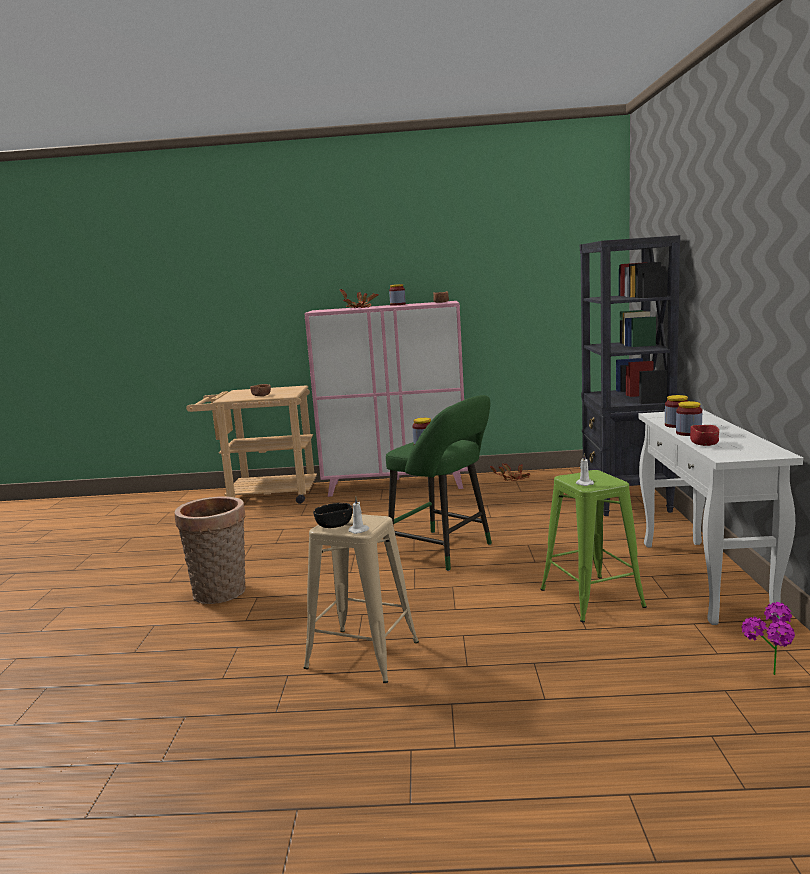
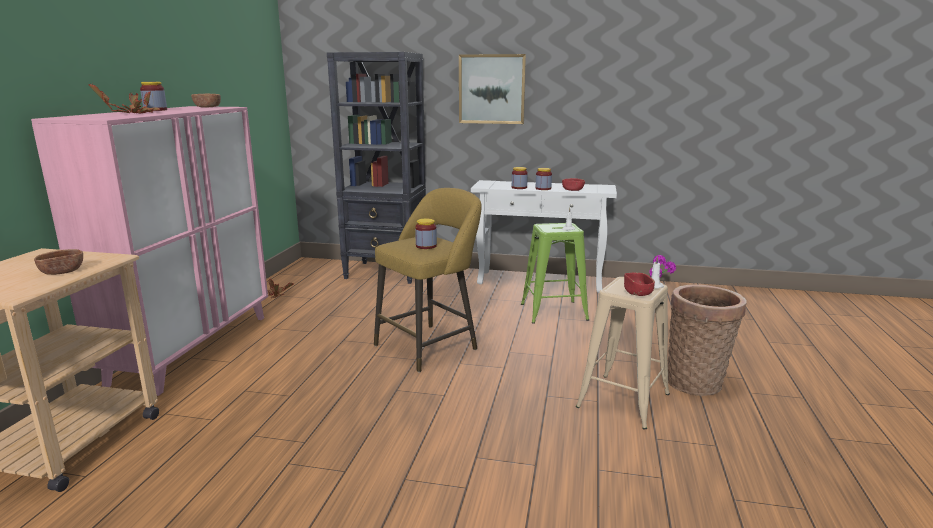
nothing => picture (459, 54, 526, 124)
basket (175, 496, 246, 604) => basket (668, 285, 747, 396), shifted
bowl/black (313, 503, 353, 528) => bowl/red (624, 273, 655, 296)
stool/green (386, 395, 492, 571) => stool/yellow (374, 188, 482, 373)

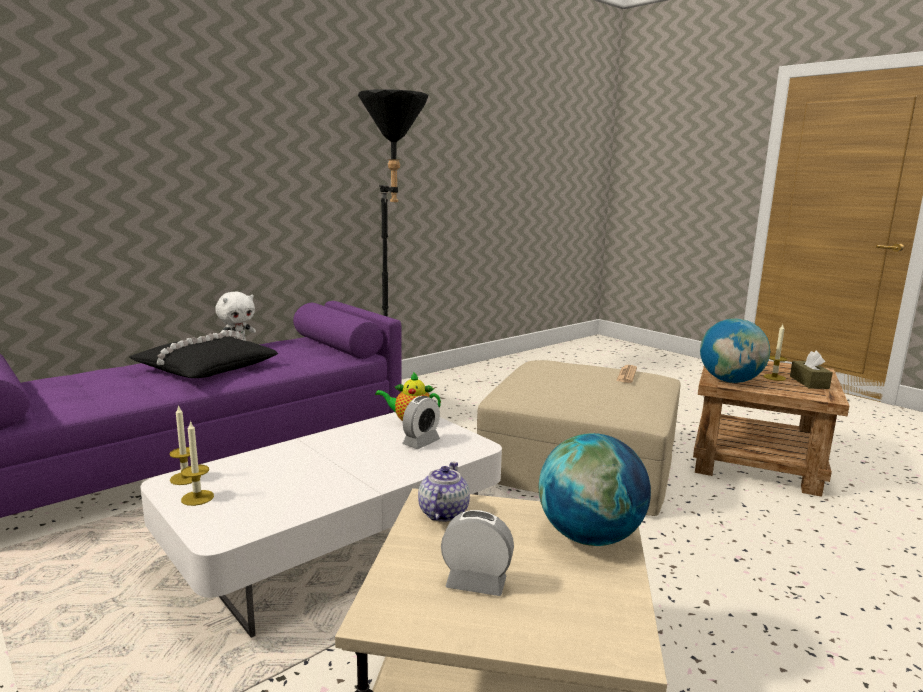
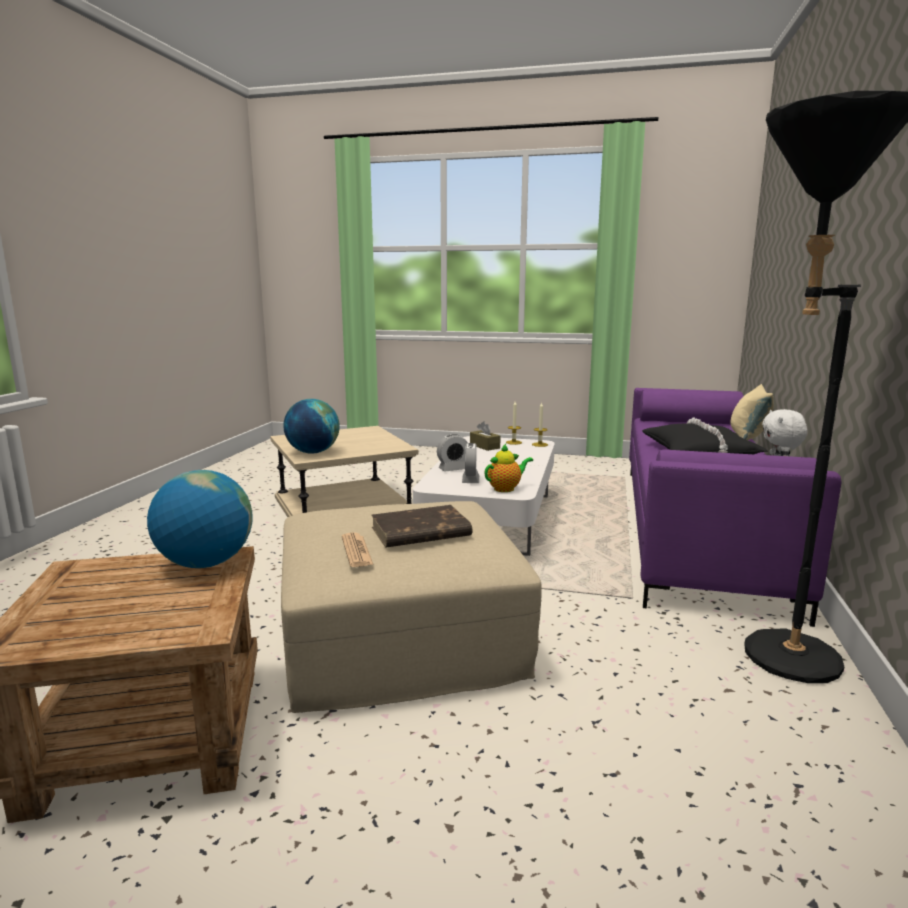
teapot (418, 462, 470, 522) => nothing
candle (763, 324, 787, 381) => nothing
nothing => book/brown (371, 505, 472, 547)
nothing => pillow/beige (730, 384, 774, 440)
alarm clock (441, 510, 514, 596) => alarm clock (437, 434, 468, 471), shifted
tissue box/brown (790, 351, 833, 389) => tissue box/brown (470, 421, 501, 451), shifted

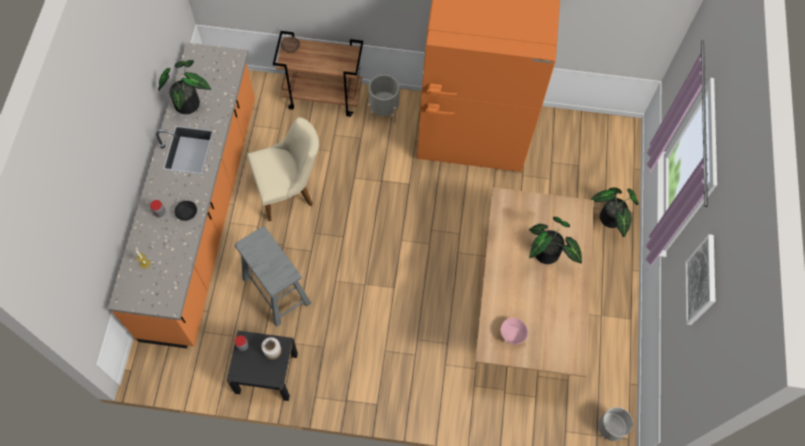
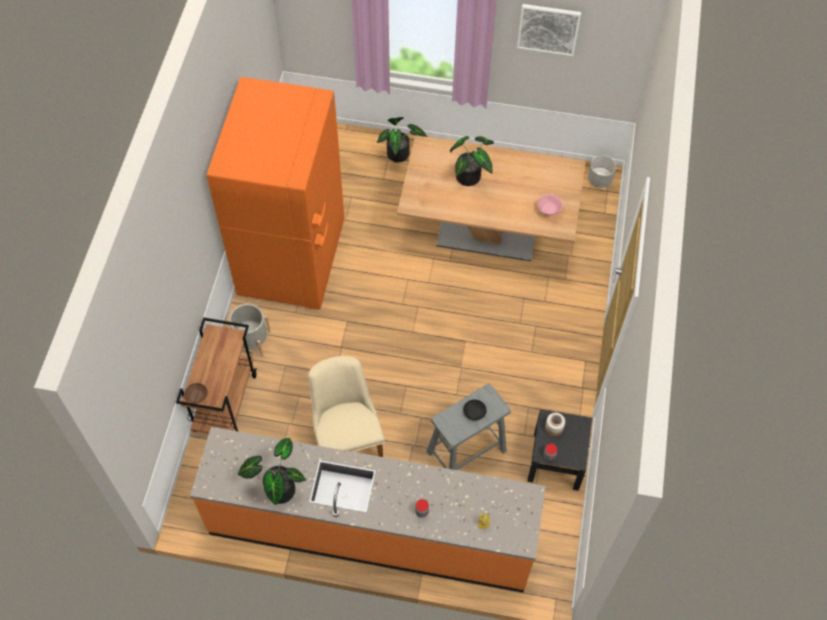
bowl/black (175, 201, 197, 221) => bowl/black (463, 399, 487, 421), shifted

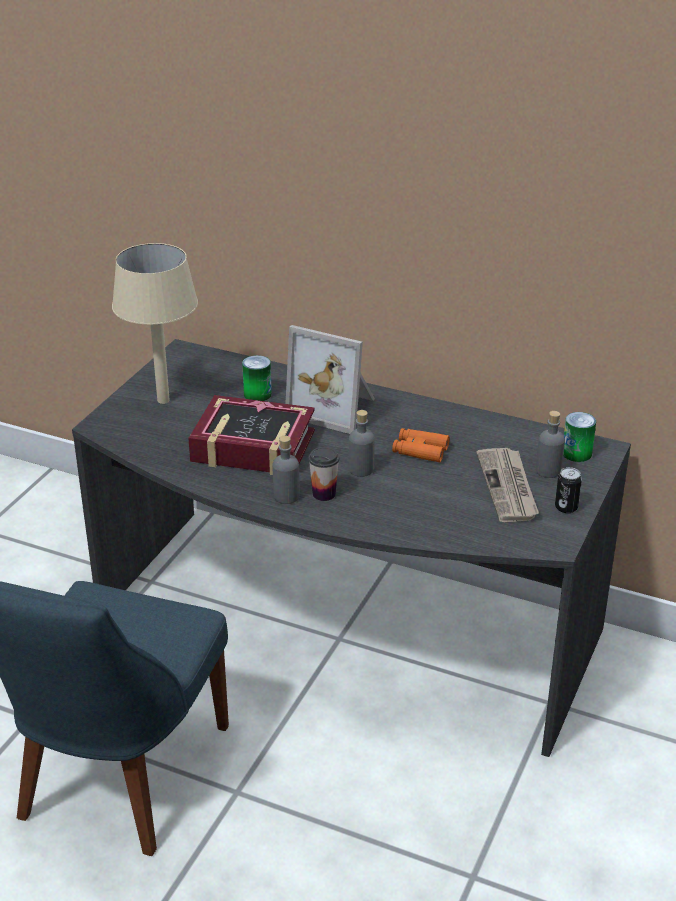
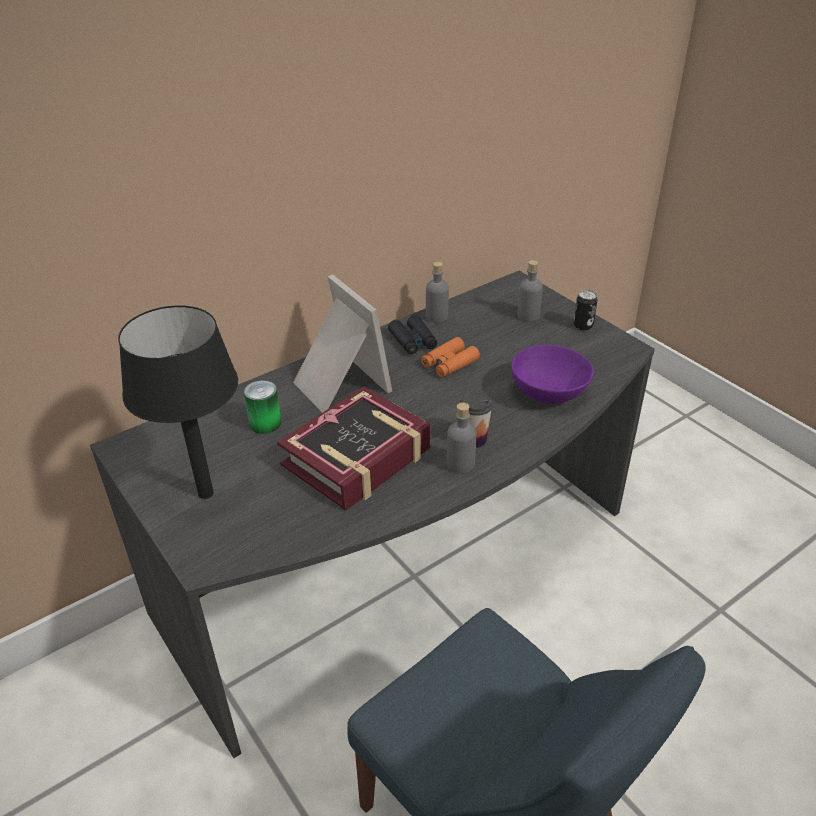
newspaper (476, 448, 539, 522) => nothing
can (563, 412, 596, 462) => nothing
nothing => binoculars/black (388, 315, 438, 354)
nothing => bowl/purple (512, 345, 594, 404)
bottle/grey (349, 410, 375, 477) => bottle/grey (426, 262, 449, 323), shifted
table lamp/beige (112, 243, 198, 404) => table lamp/black (118, 305, 238, 499)
picture frame (285, 325, 375, 434) => picture frame (293, 274, 392, 413), 90 degrees counterclockwise

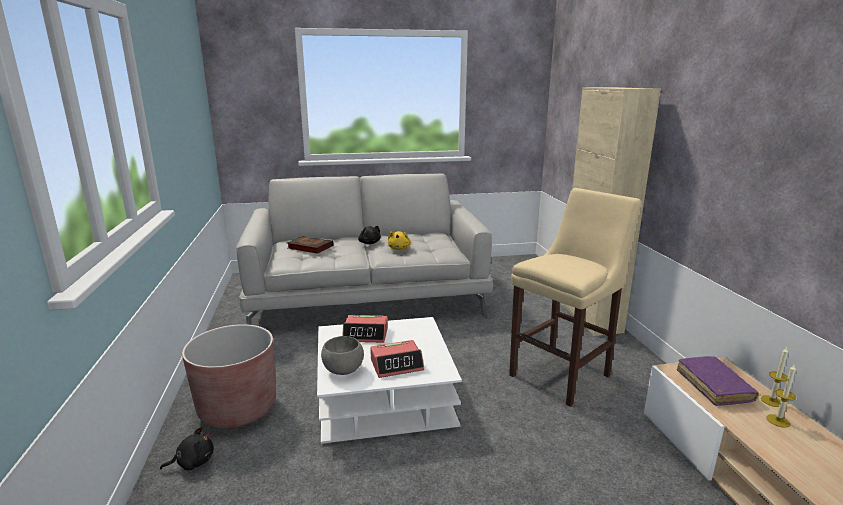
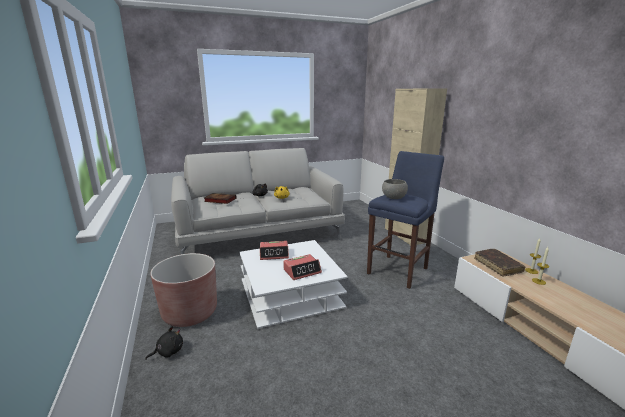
bowl/grey (321, 336, 364, 375) => bowl/grey (382, 179, 408, 199), shifted
stool/beige (509, 188, 641, 407) => stool/blue (367, 151, 444, 289)
book/purple (677, 356, 759, 406) => book/brown (474, 249, 525, 277)

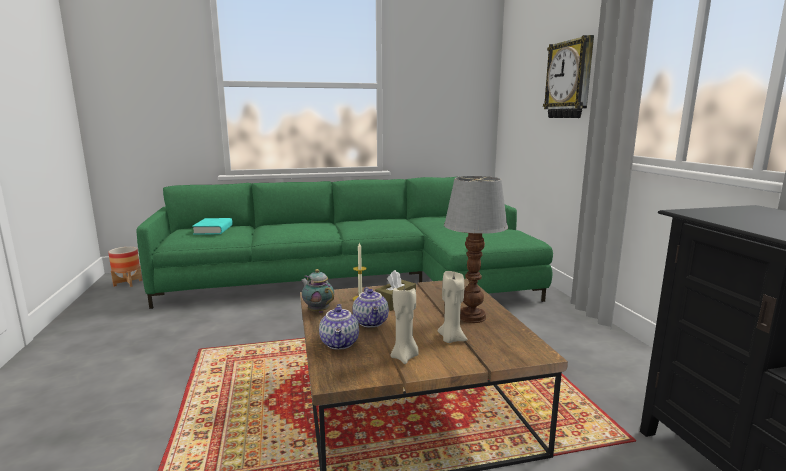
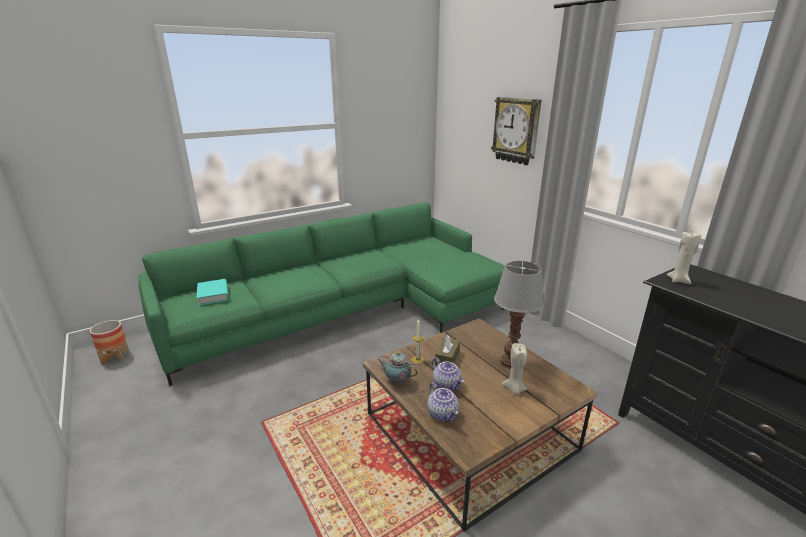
candle/beige (390, 284, 419, 364) => candle/beige (667, 232, 701, 284), shifted

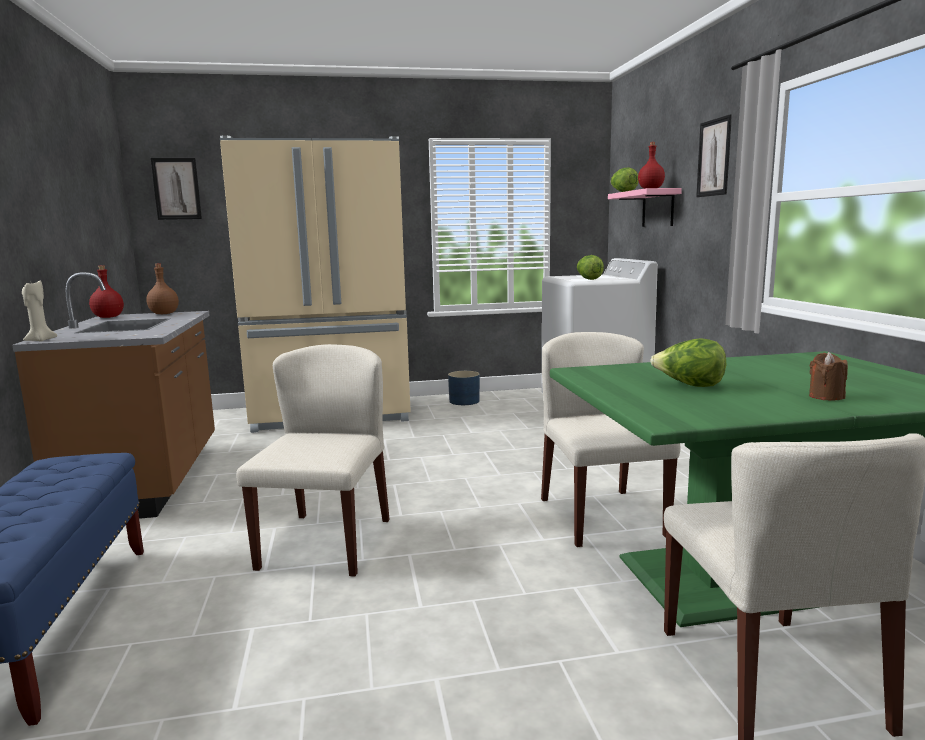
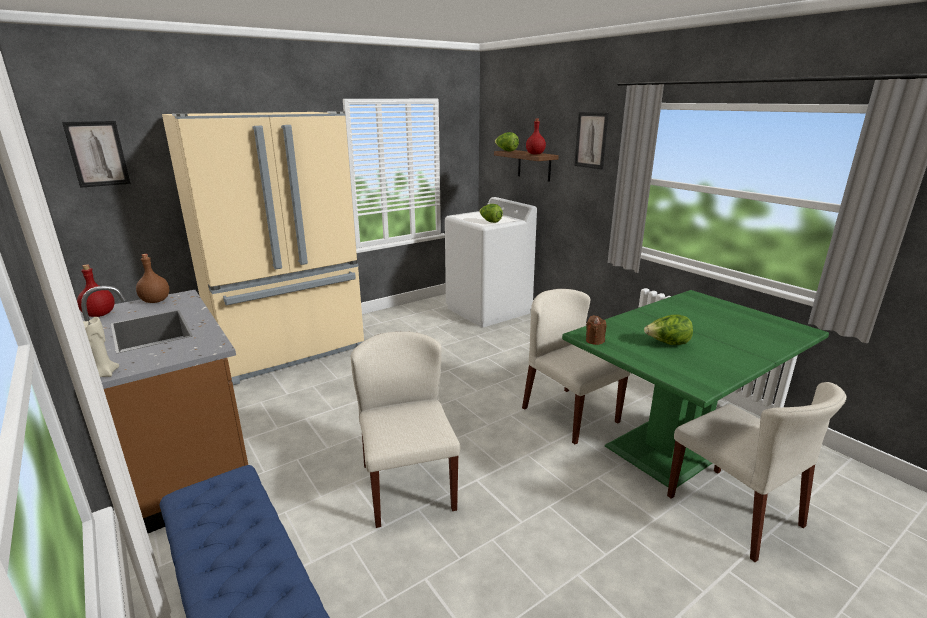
planter/blue (448, 371, 480, 405) => nothing
candle/brown (809, 352, 848, 400) => candle/brown (586, 315, 606, 345), shifted
shelf/pink (608, 188, 682, 227) => shelf/brown (494, 150, 559, 182)

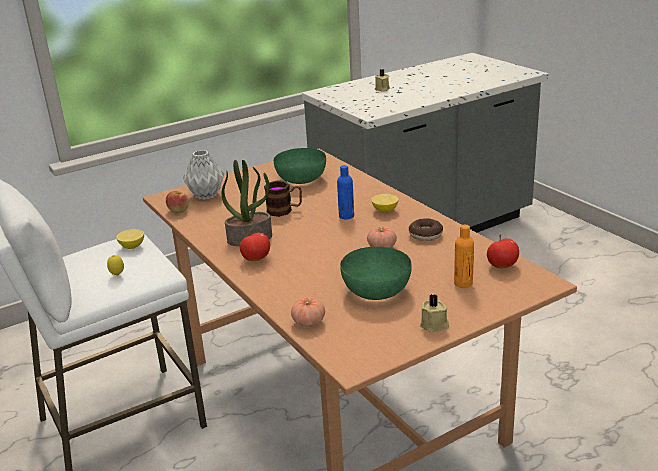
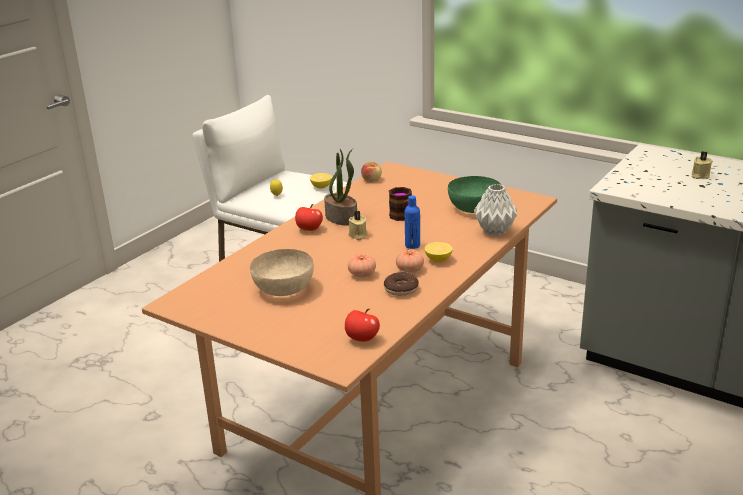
bottle/orange (454, 224, 474, 288) => nothing
vase/grey (183, 150, 224, 200) => vase/grey (474, 184, 517, 236), shifted
tomato (291, 297, 325, 327) => tomato (396, 250, 424, 273), shifted
candle/beige (420, 294, 449, 333) => candle/beige (348, 211, 368, 240), shifted
bowl/green (340, 247, 412, 300) => bowl/beige (250, 249, 314, 296)

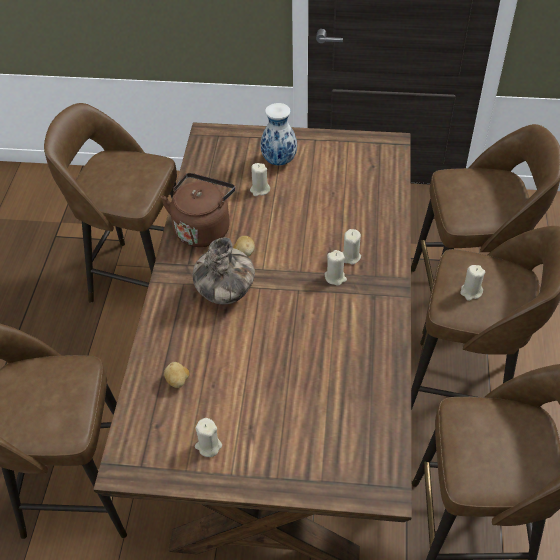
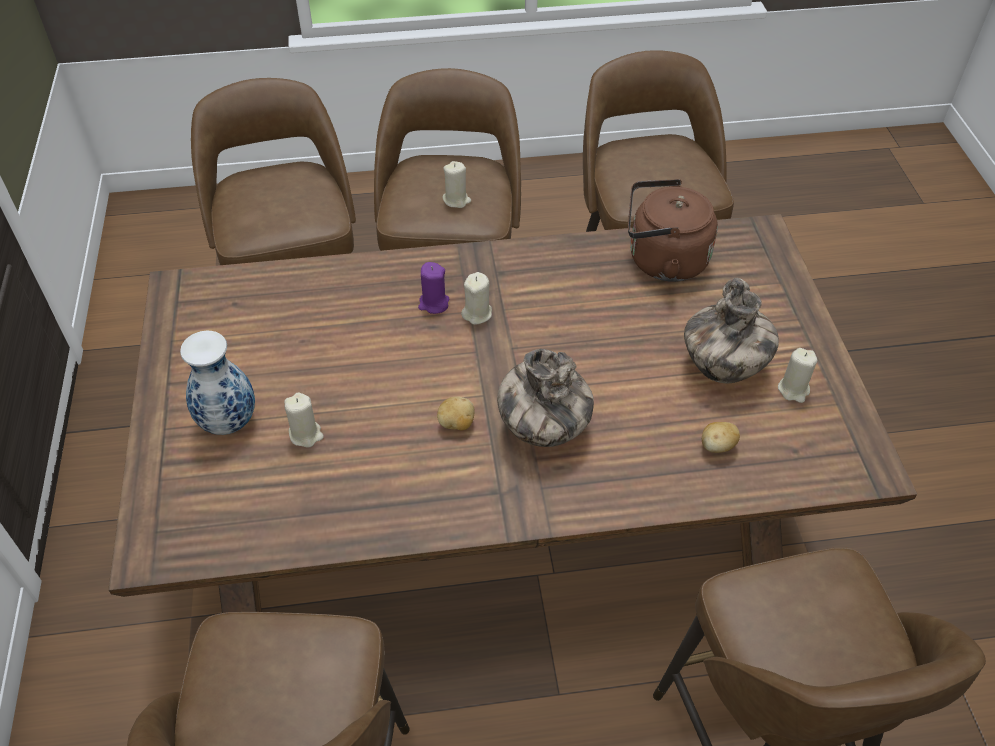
nothing => vase (684, 278, 779, 384)
kettle/brown (161, 173, 235, 247) => kettle/brown (628, 179, 718, 282), shifted
candle/beige (342, 229, 361, 265) => candle/purple (418, 262, 450, 314)

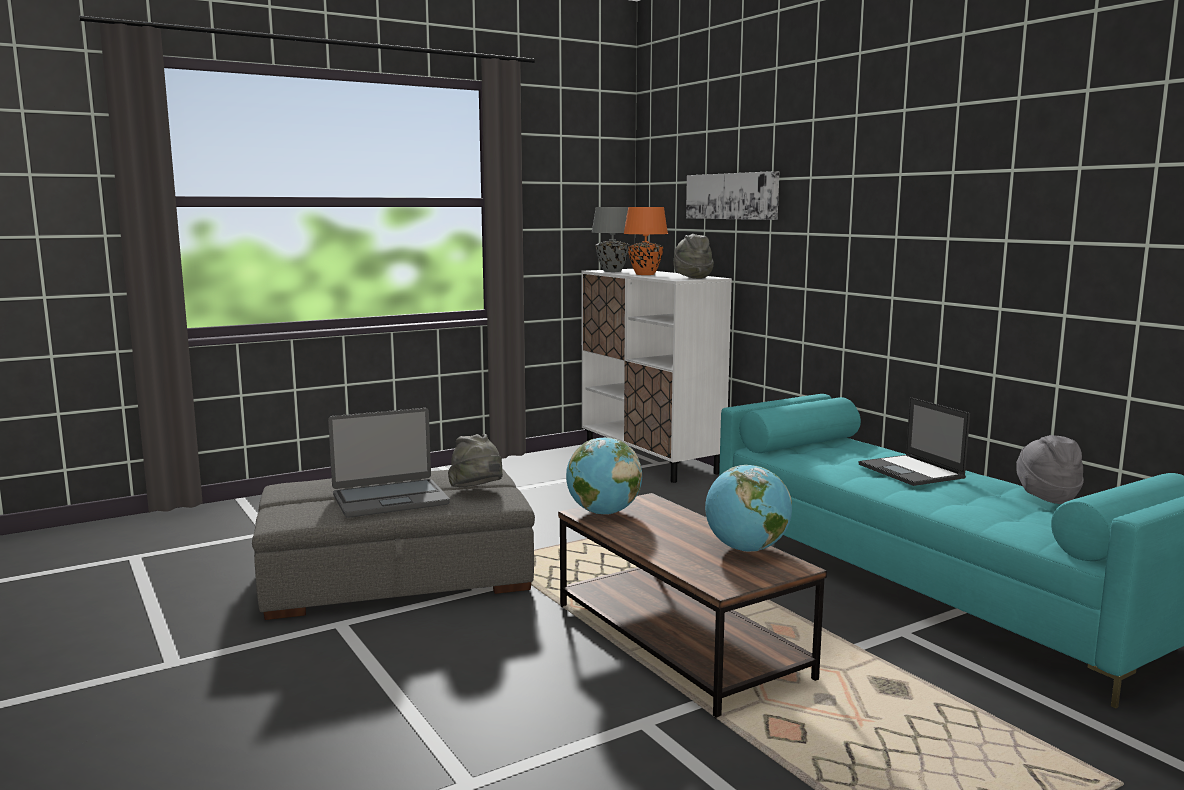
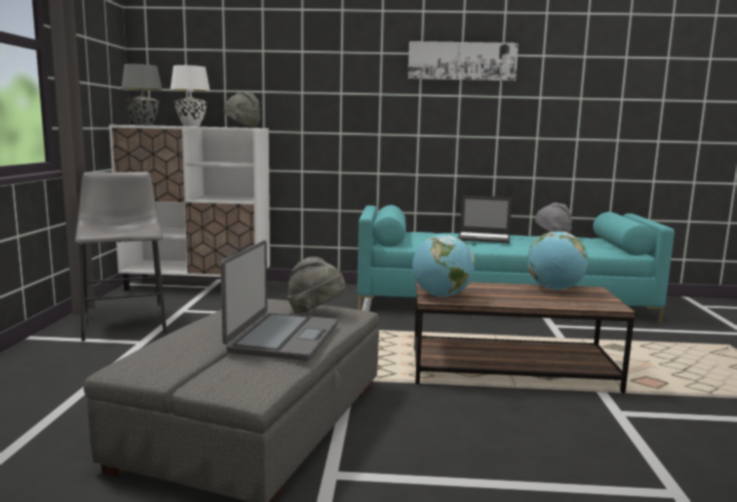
nothing => stool/grey (75, 172, 167, 341)
picture (686, 171, 780, 220) => picture (408, 41, 519, 81), shifted
table lamp/orange (624, 207, 668, 275) => table lamp/white (170, 65, 210, 127)

